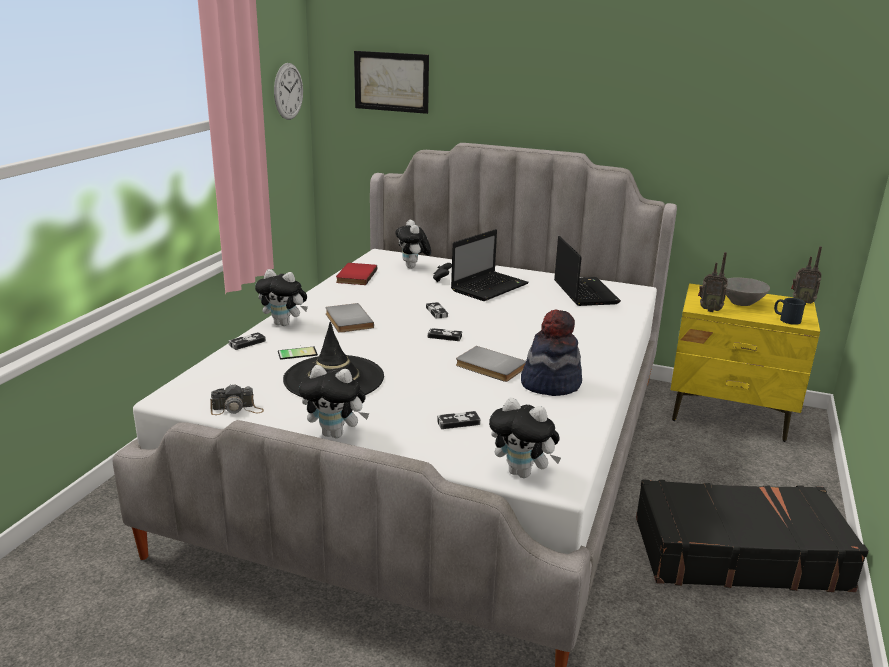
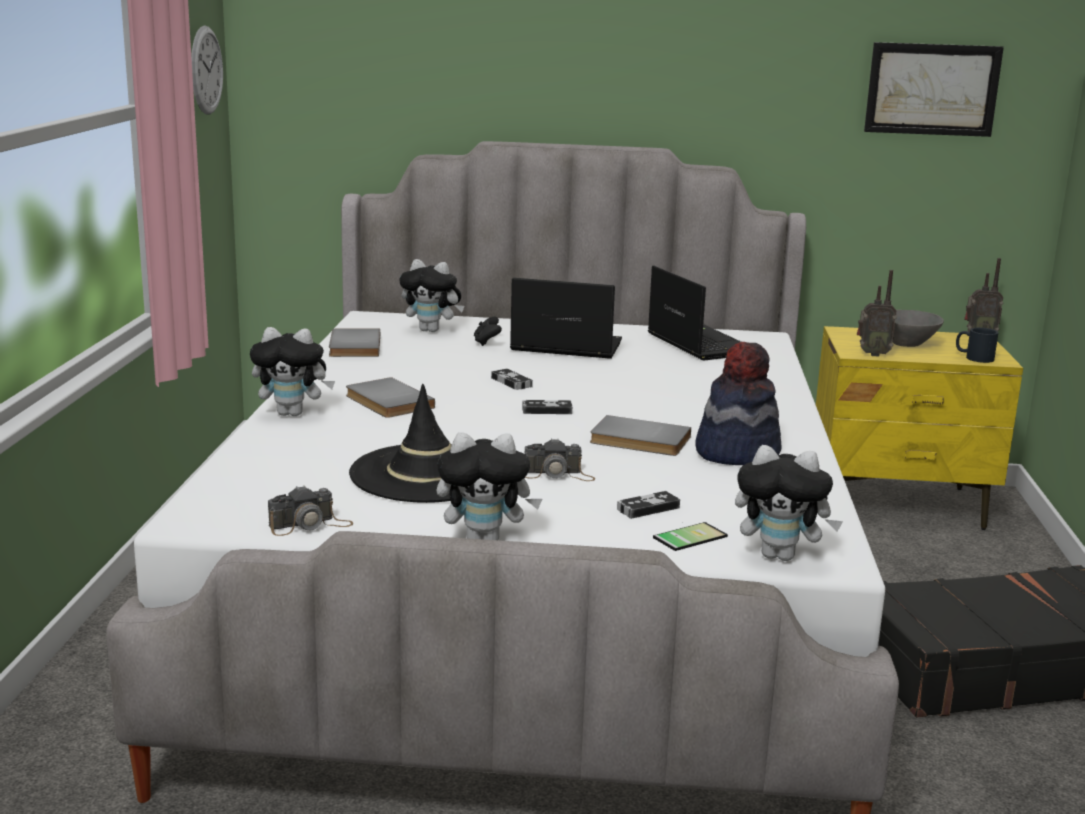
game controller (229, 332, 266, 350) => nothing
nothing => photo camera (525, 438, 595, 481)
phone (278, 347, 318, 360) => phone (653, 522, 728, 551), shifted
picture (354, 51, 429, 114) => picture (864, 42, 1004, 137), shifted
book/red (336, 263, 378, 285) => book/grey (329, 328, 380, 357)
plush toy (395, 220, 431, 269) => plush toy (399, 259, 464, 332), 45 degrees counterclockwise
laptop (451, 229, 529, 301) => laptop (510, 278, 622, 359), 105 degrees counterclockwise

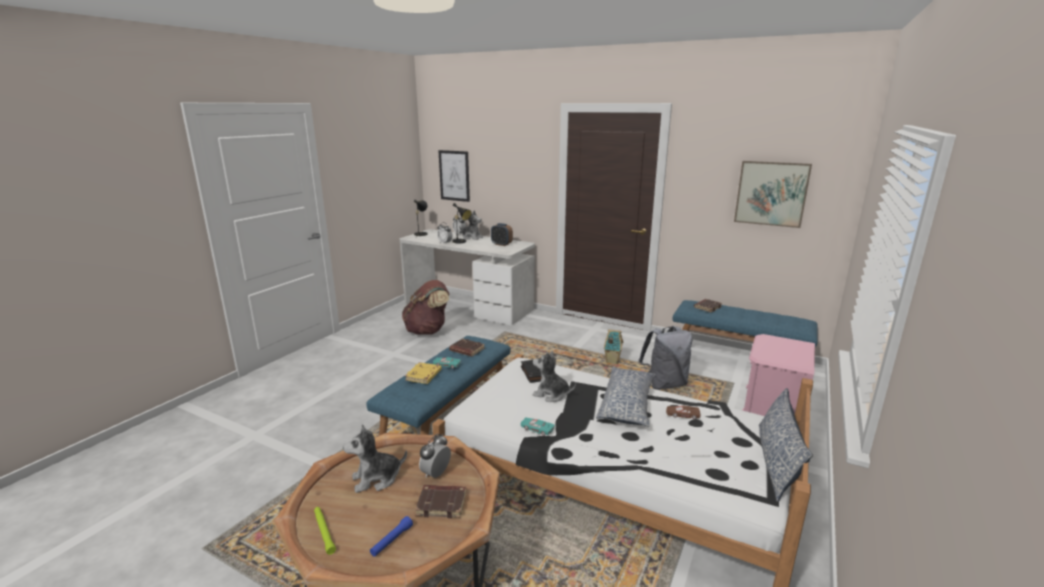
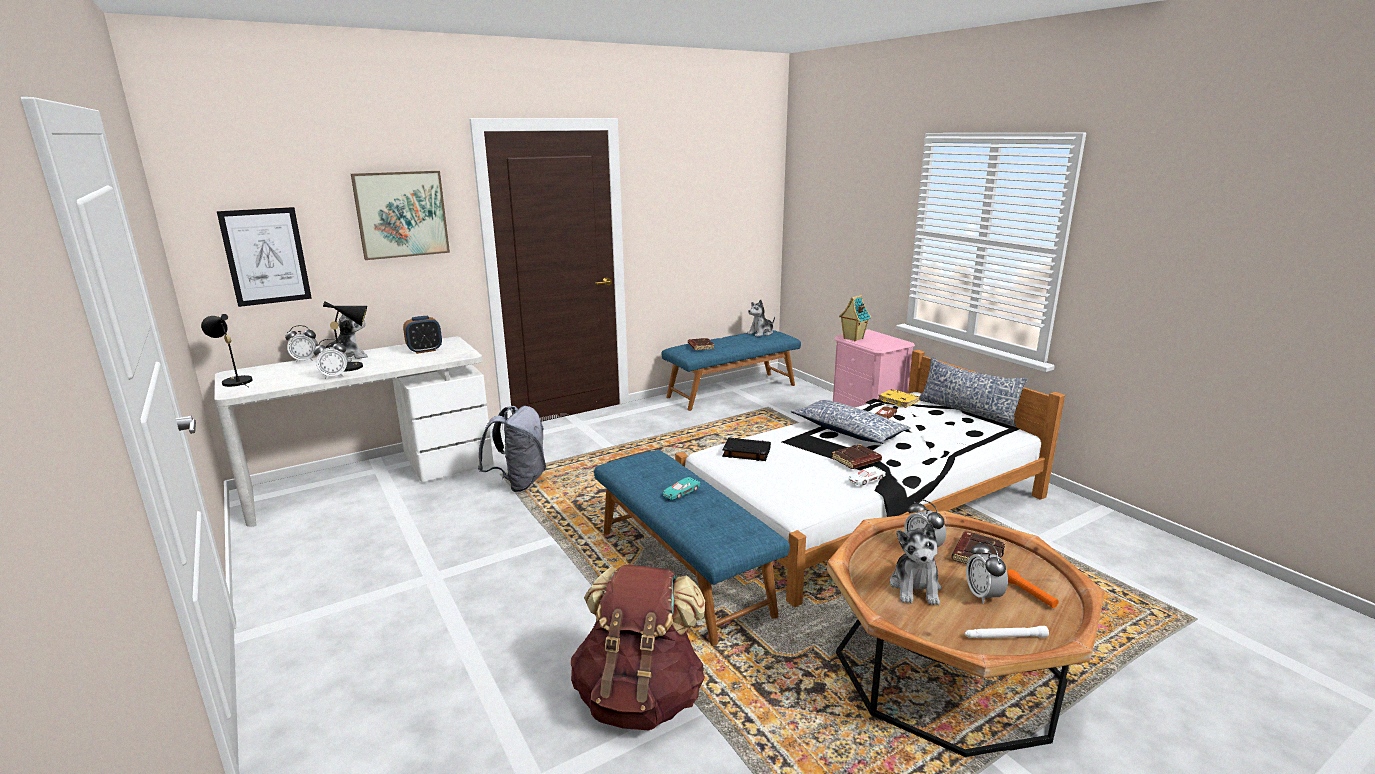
nothing => alarm clock (966, 541, 1008, 604)
backpack/brown (402, 280, 449, 335) => backpack/brown (571, 565, 706, 730), shifted
book/yellow (405, 362, 442, 384) => book/yellow (878, 389, 920, 408), shifted
book/brown (449, 339, 485, 357) => book/brown (831, 444, 882, 469), shifted
plush toy (533, 351, 576, 402) => plush toy (747, 300, 775, 337), shifted
toy house (604, 329, 623, 364) => toy house (839, 295, 871, 341), shifted
backpack/grey (638, 326, 692, 390) => backpack/grey (478, 406, 546, 492), shifted
picture (734, 161, 812, 228) => picture (351, 171, 450, 260), shifted
flashlight/green (314, 507, 336, 555) => flashlight/white (965, 626, 1049, 638)
flashlight/blue (370, 516, 413, 557) => flashlight/orange (1007, 569, 1059, 608)
toy car/turquoise (521, 417, 555, 436) => toy car/white (849, 466, 886, 485)

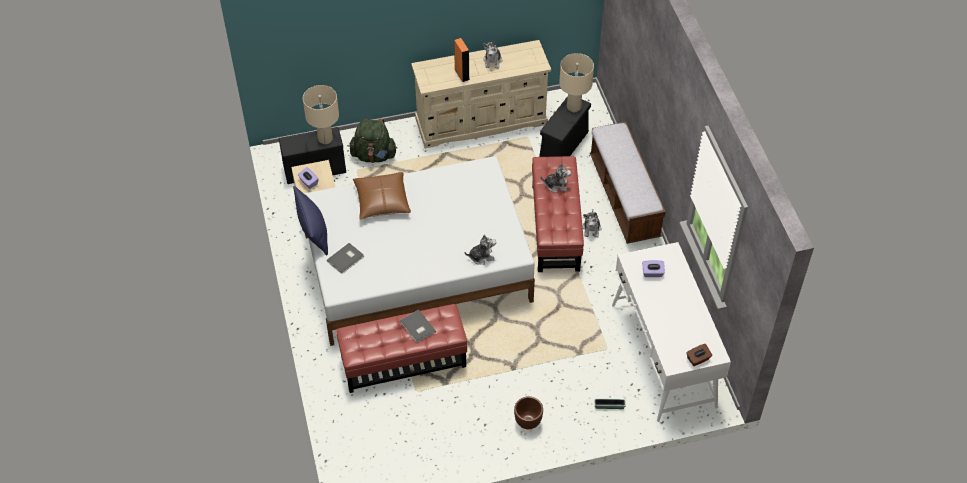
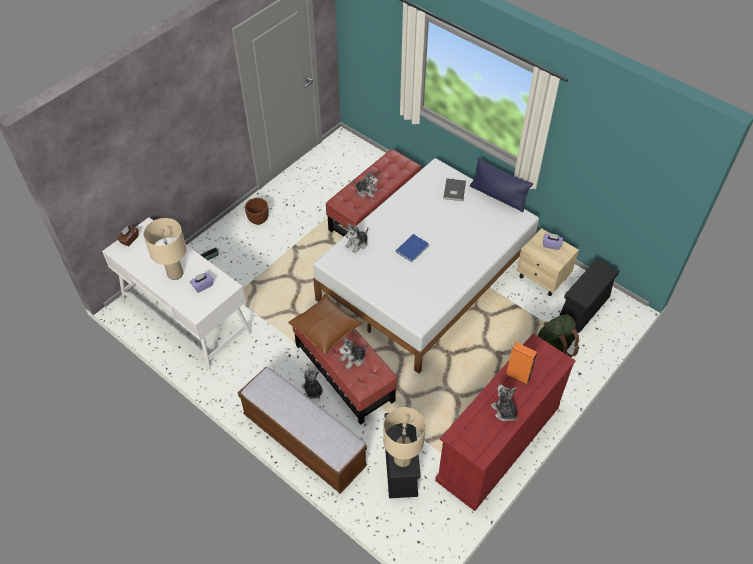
nothing => book/blue (396, 234, 429, 262)
table lamp/beige (303, 85, 339, 144) => table lamp/beige (143, 218, 187, 280), shifted
pillow/brown (353, 172, 411, 220) => pillow/brown (288, 293, 363, 354), shifted
book/grey (400, 310, 436, 343) => plush toy (353, 171, 378, 198)
dresser/beige (411, 40, 551, 148) => dresser/red (435, 333, 576, 511)

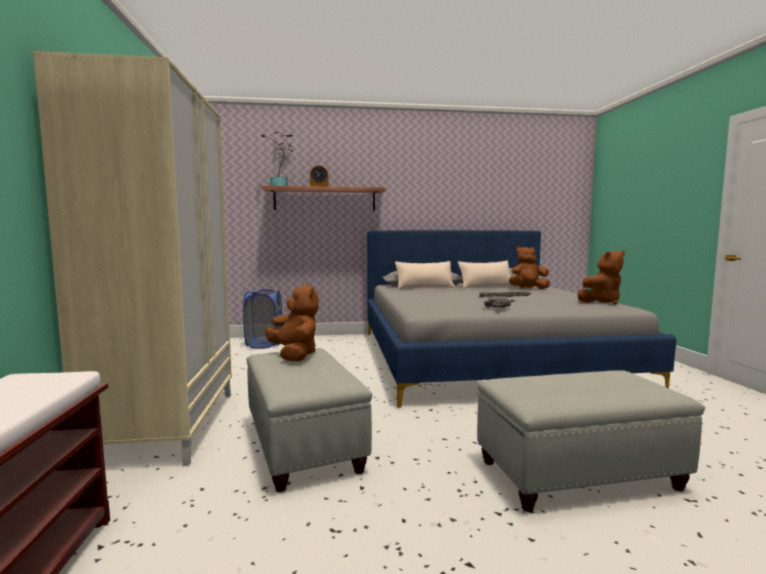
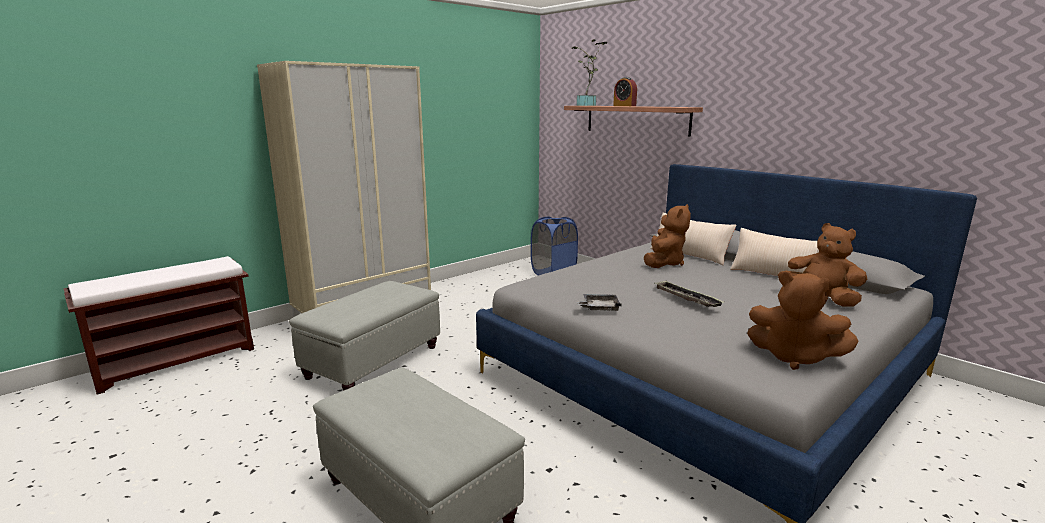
plush toy/brown (266, 283, 319, 362) => plush toy/brown (644, 204, 691, 268), shifted

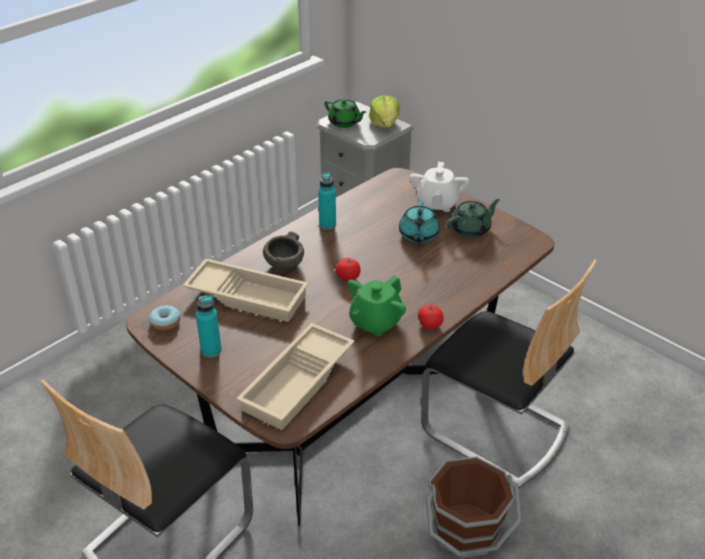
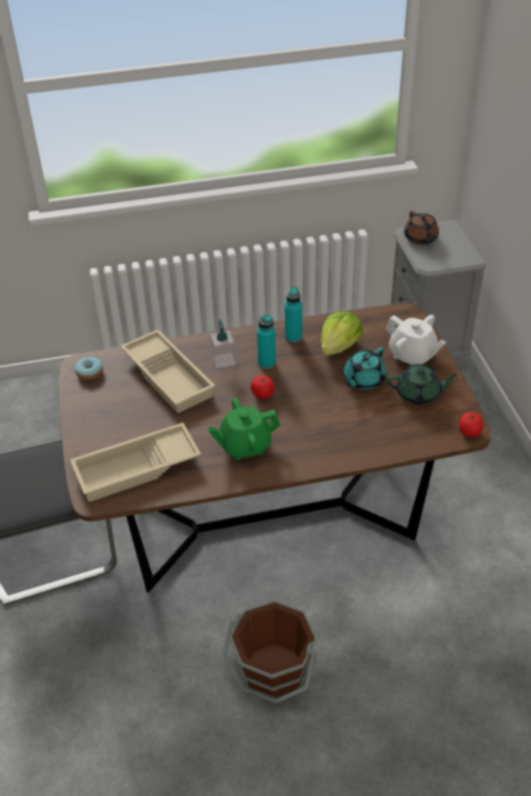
chair (421, 259, 597, 488) => nothing
bottle/turquoise (196, 295, 222, 358) => bottle/turquoise (257, 314, 276, 369), shifted
lettuce (369, 95, 400, 127) => lettuce (320, 311, 363, 356), shifted
tomato (418, 304, 443, 329) => tomato (459, 412, 483, 437), shifted
bowl/grey (263, 231, 304, 270) => soap dispenser (210, 319, 236, 369)
teapot/green (324, 99, 367, 128) => teapot/brown (404, 211, 439, 245)
teapot/white (409, 162, 469, 212) => teapot/white (386, 315, 446, 365), 90 degrees counterclockwise

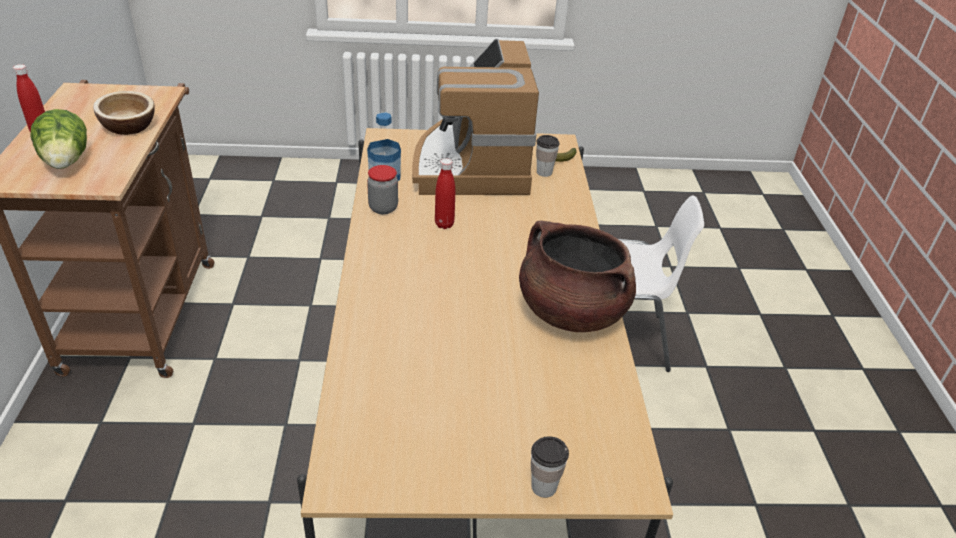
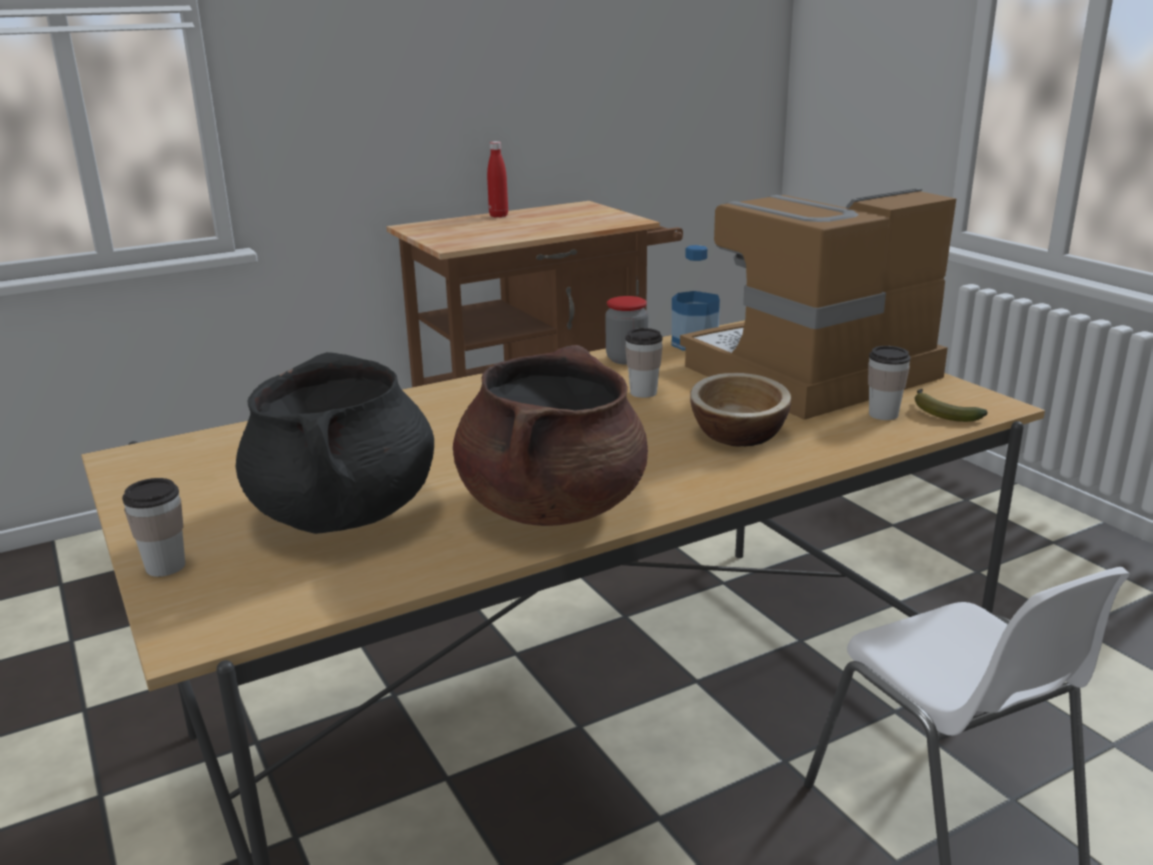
lettuce (31, 109, 87, 169) => nothing
nothing => cooking pot/black (236, 352, 434, 534)
bowl (93, 91, 155, 135) => bowl (690, 373, 791, 447), shifted
bottle/red (435, 158, 455, 229) => cup (625, 328, 663, 398)

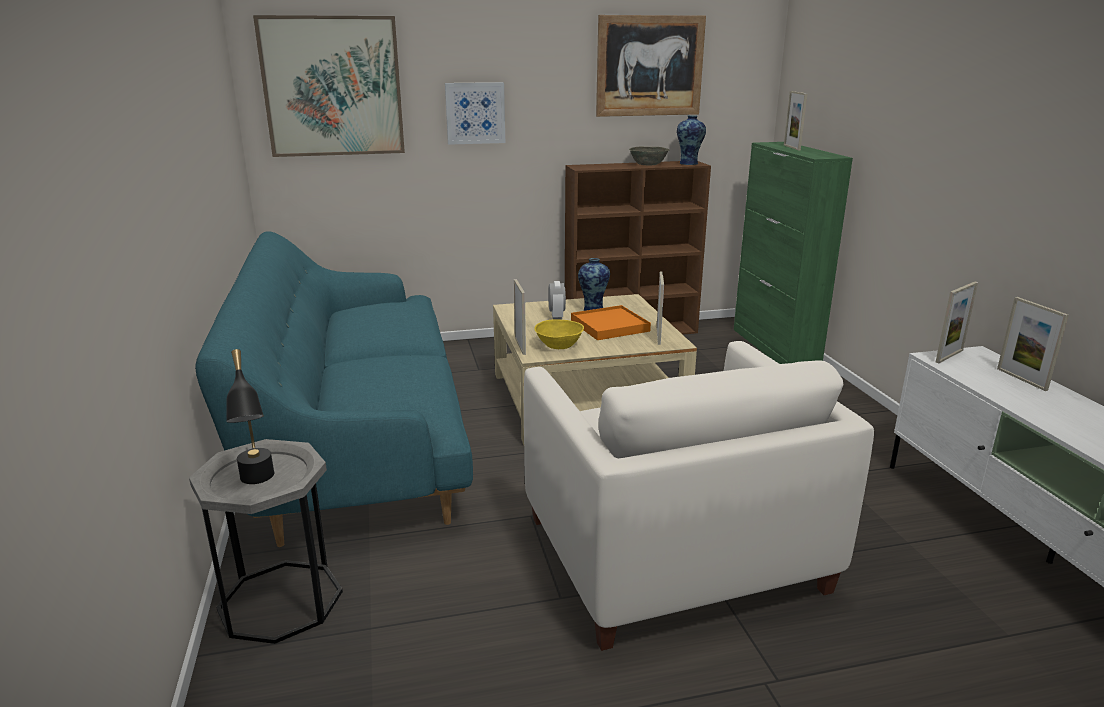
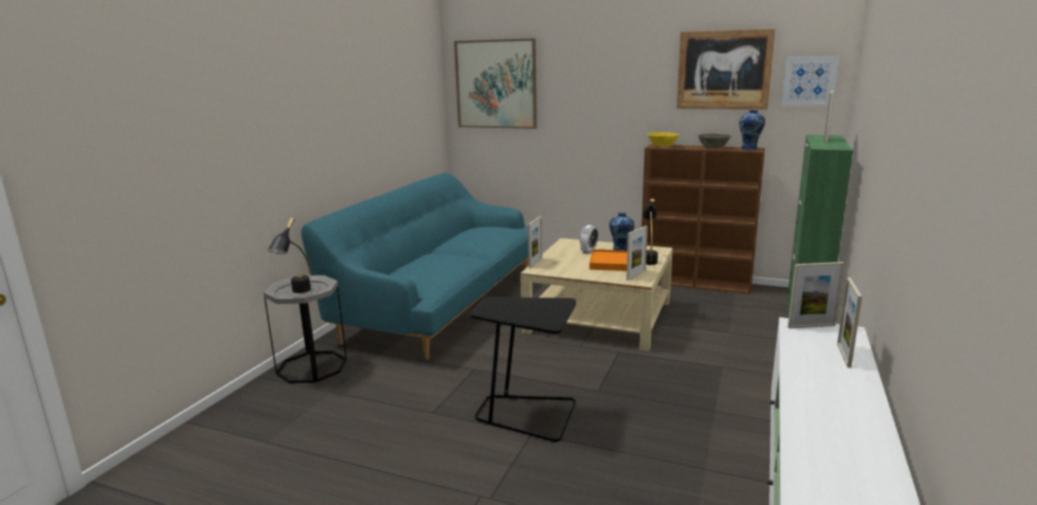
nothing => table lamp/black (642, 199, 658, 265)
picture (445, 82, 505, 145) => picture (781, 56, 839, 106), shifted
bowl/yellow (534, 319, 584, 349) => bowl/yellow (647, 132, 680, 147), shifted
armchair/white (524, 341, 874, 651) => side table/black (470, 297, 576, 442)

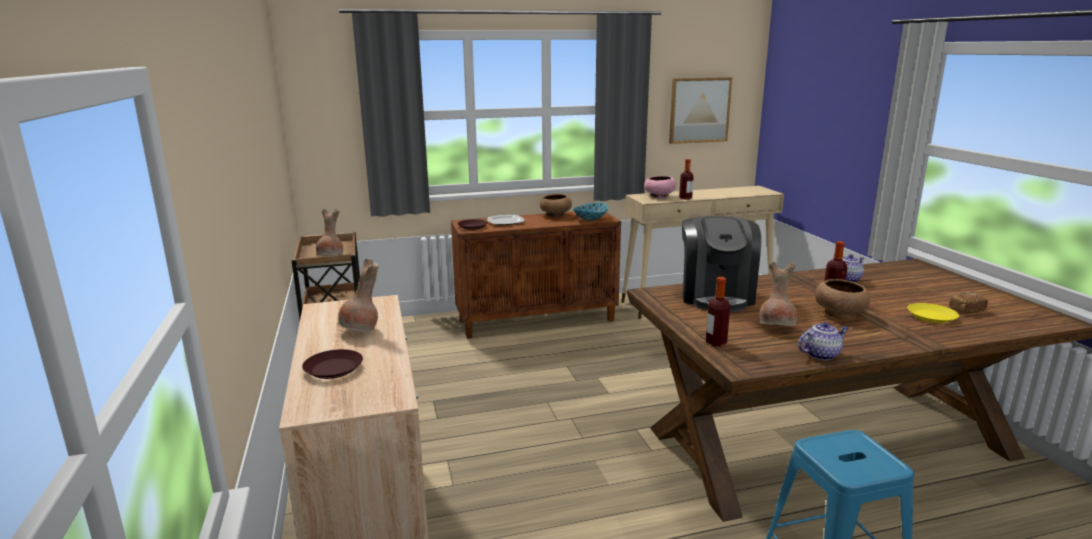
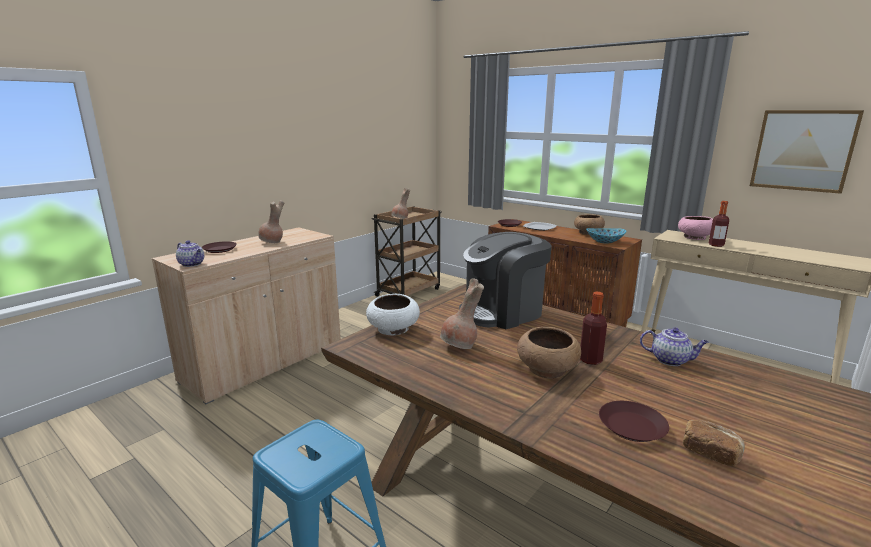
teapot (798, 322, 849, 360) => teapot (176, 240, 204, 267), shifted
bottle (706, 277, 730, 346) => bowl/white (366, 294, 420, 335)
plate/yellow (907, 303, 959, 323) => plate/brown (599, 401, 669, 442)

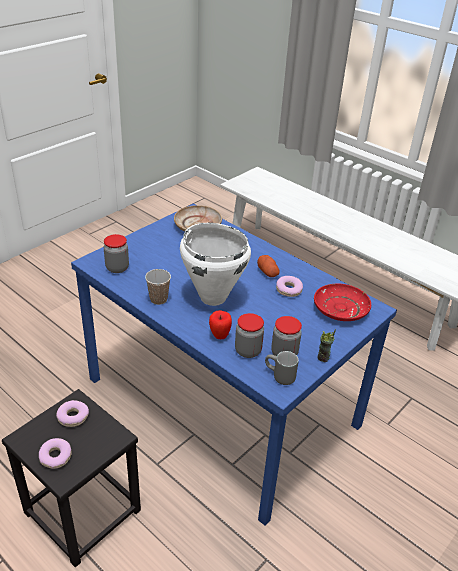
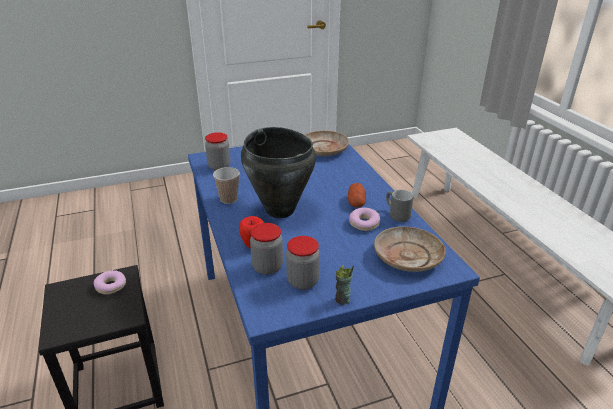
donut (39, 438, 72, 469) => nothing
mug/grey (265, 351, 299, 385) => mug/grey (386, 190, 413, 222), shifted
cooking pot/white (180, 223, 251, 306) => cooking pot/black (241, 127, 316, 218)
plate/red (314, 283, 371, 321) => plate/beige (374, 227, 446, 272)

